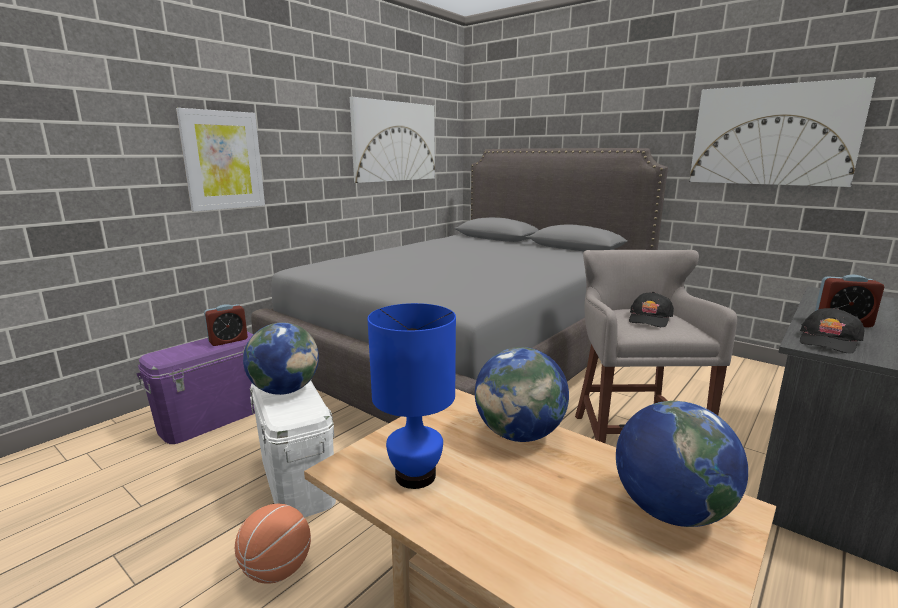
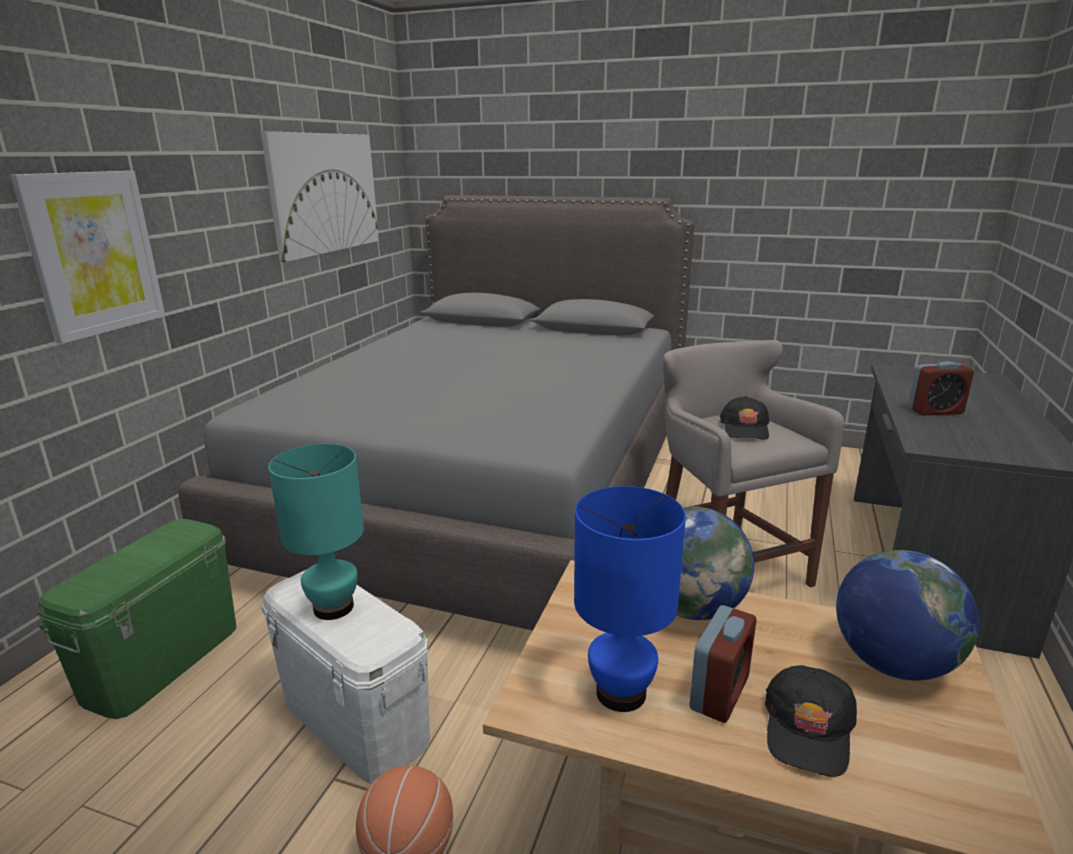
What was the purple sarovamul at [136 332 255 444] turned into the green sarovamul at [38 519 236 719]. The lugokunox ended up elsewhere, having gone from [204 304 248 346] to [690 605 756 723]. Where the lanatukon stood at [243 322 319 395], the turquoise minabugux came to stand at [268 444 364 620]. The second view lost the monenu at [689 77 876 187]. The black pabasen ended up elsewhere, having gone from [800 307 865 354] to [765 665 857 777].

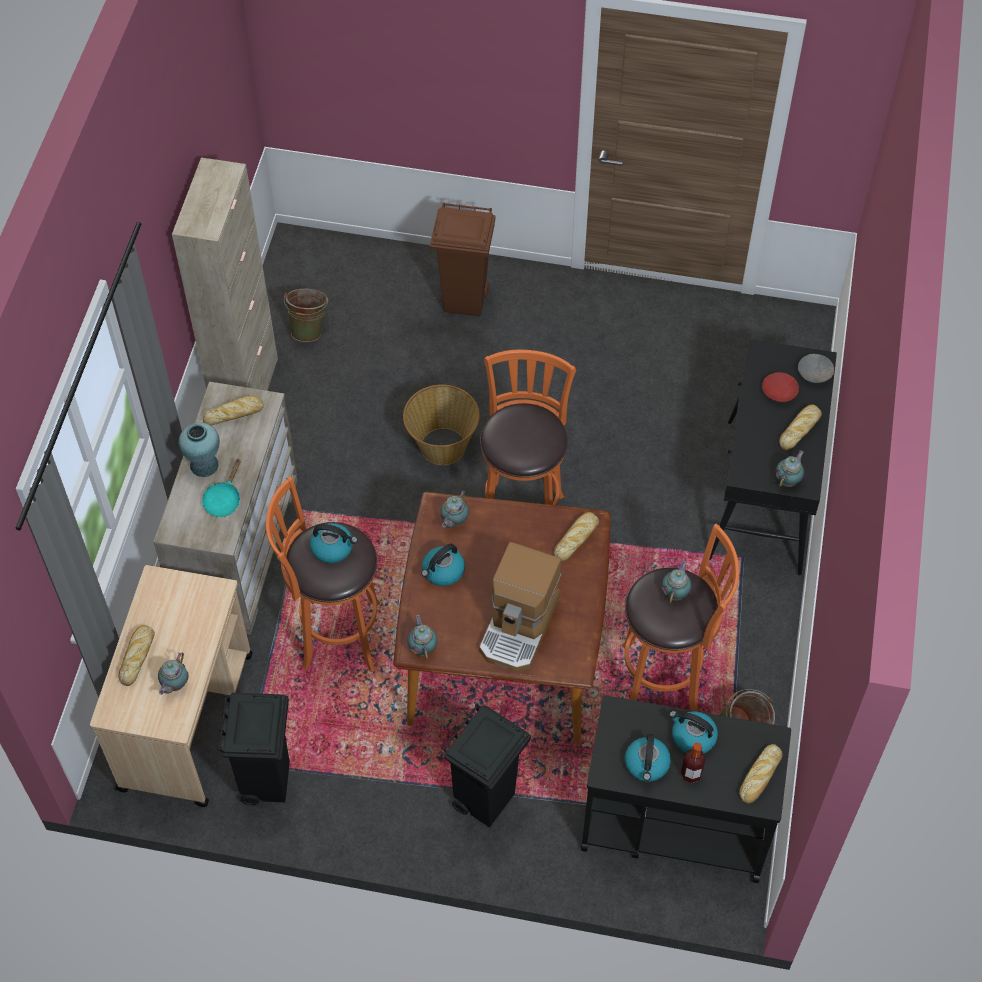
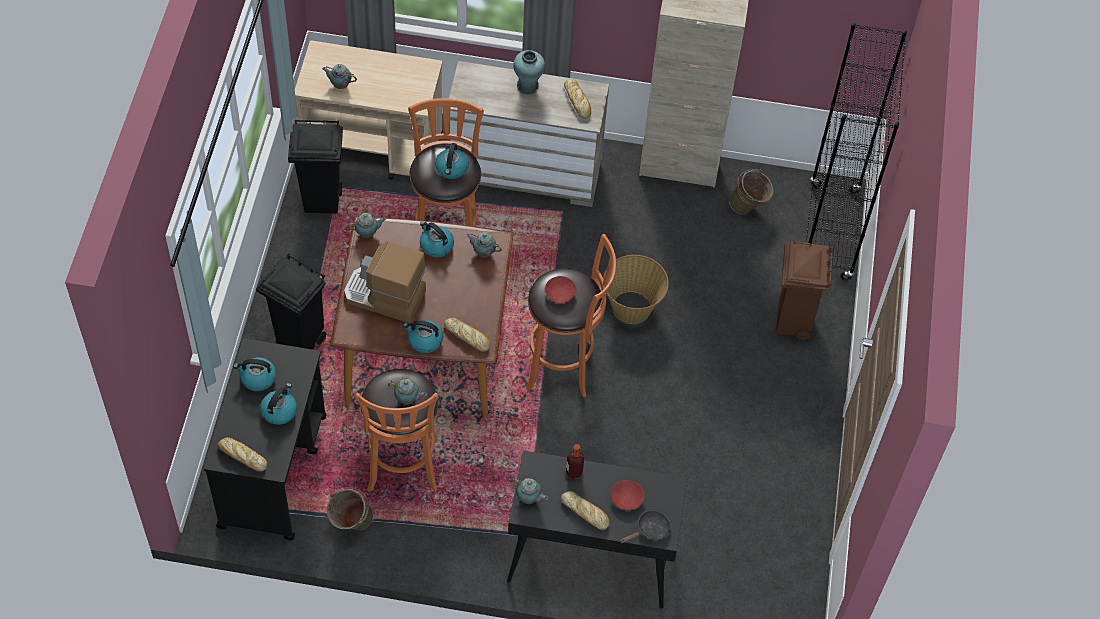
The second view lost the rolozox at [118 625 155 686]. The second view lost the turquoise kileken at [202 458 241 517]. The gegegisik ended up elsewhere, having gone from [681 742 706 783] to [566 444 584 479]. Where the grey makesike stood at [798 354 834 383], the black kileken came to stand at [620 511 671 543]. The second view gained the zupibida at [403 320 443 353]. The second view gained the red makesike at [545 276 577 303]. The second view gained the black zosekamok at [806 23 907 280].

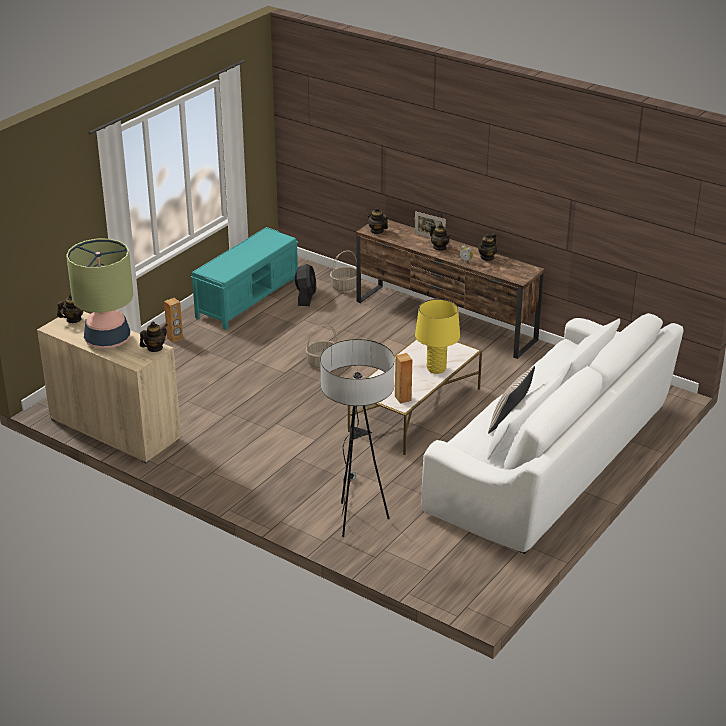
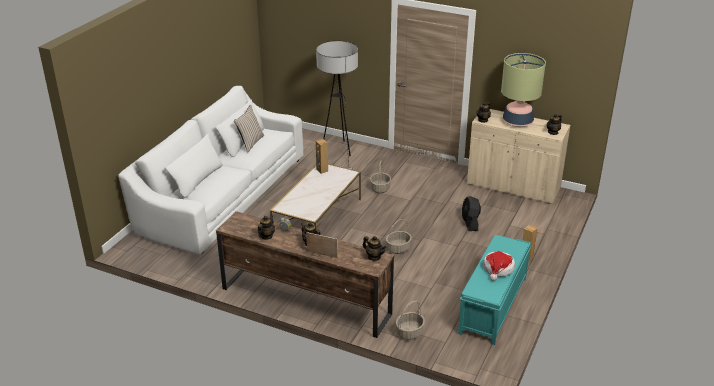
The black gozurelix ended up elsewhere, having gone from [295 264 316 306] to [462 196 481 231]. The second view lost the yellow minabugux at [415 299 460 374]. The second view gained the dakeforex at [370 160 391 193]. The second view gained the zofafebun at [483 251 515 281].

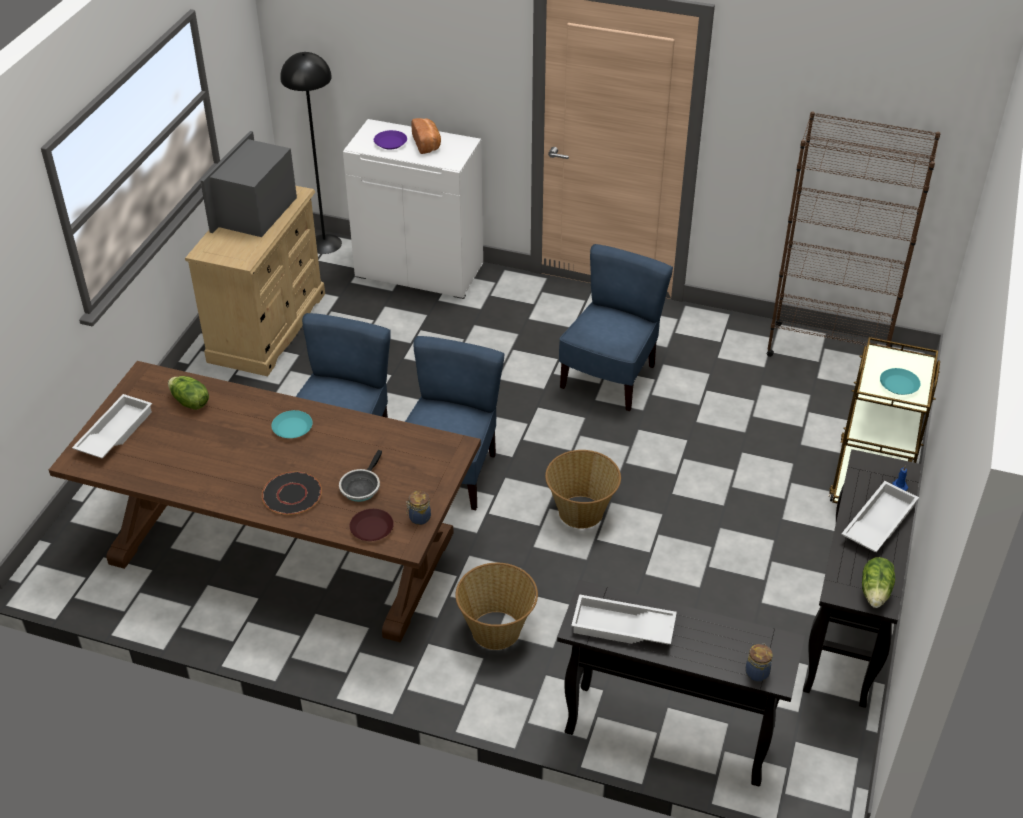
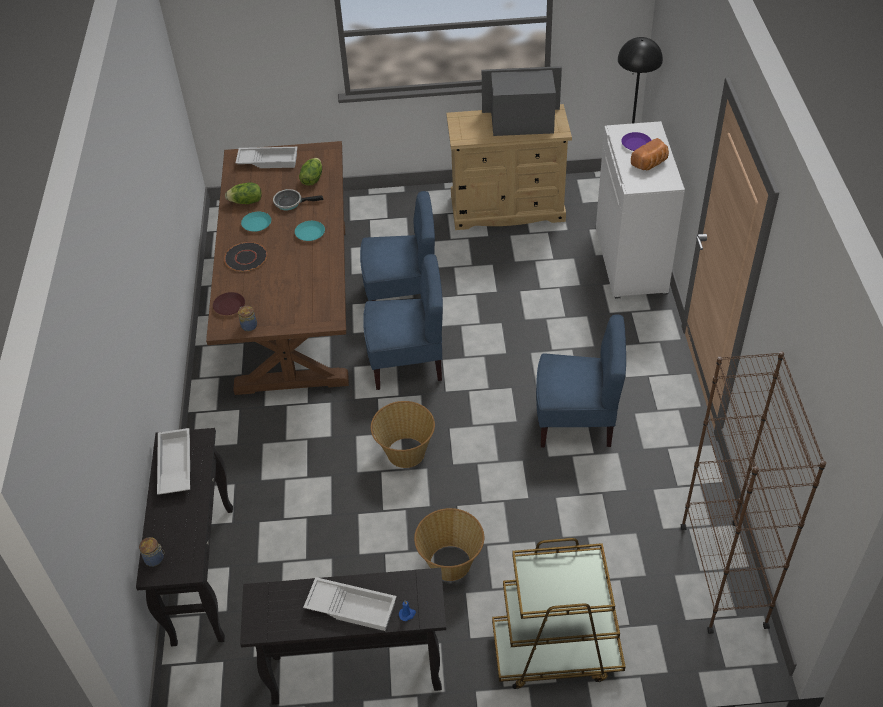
The kileken ended up elsewhere, having gone from [339 450 382 502] to [273 189 324 210]. The dakeforex ended up elsewhere, having gone from [456 563 538 650] to [414 508 484 581]. The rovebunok ended up elsewhere, having gone from [862 557 895 608] to [225 182 262 204]. The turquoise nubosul ended up elsewhere, having gone from [880 368 920 395] to [241 212 271 232].

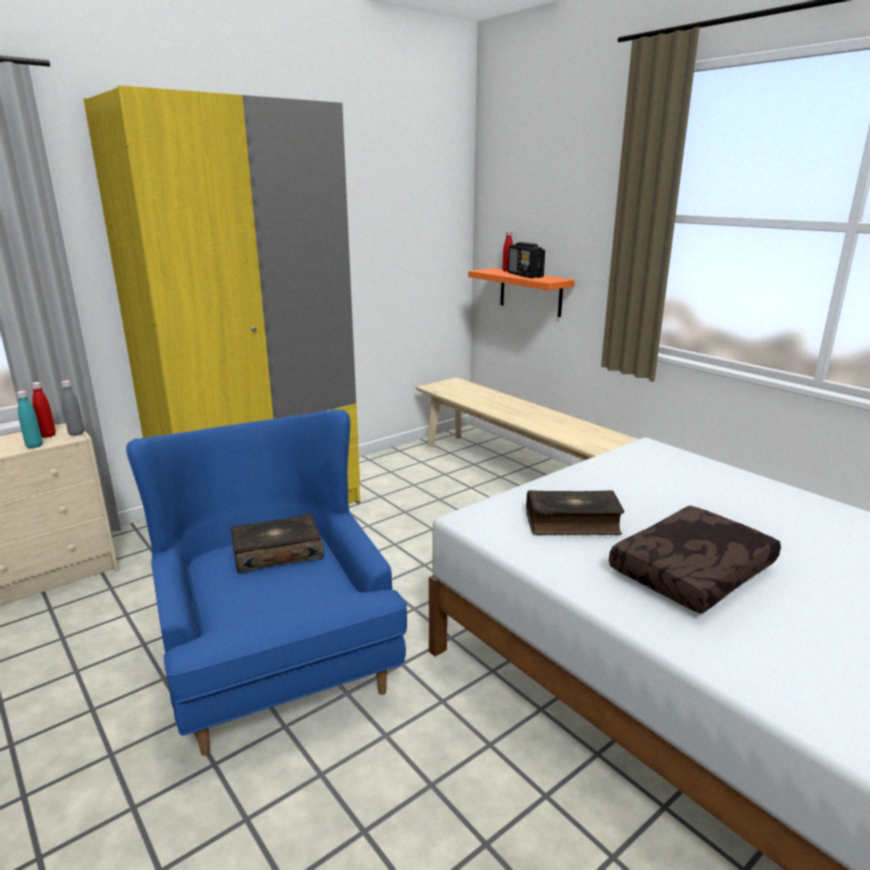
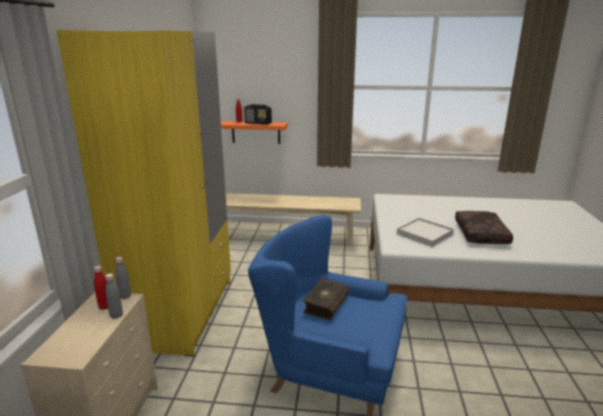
What was the turquoise gegegisik at [16 391 42 449] turned into the grey gegegisik at [105 273 123 319]. Where the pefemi stood at [526 490 624 536], the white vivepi came to stand at [397 218 454 247].

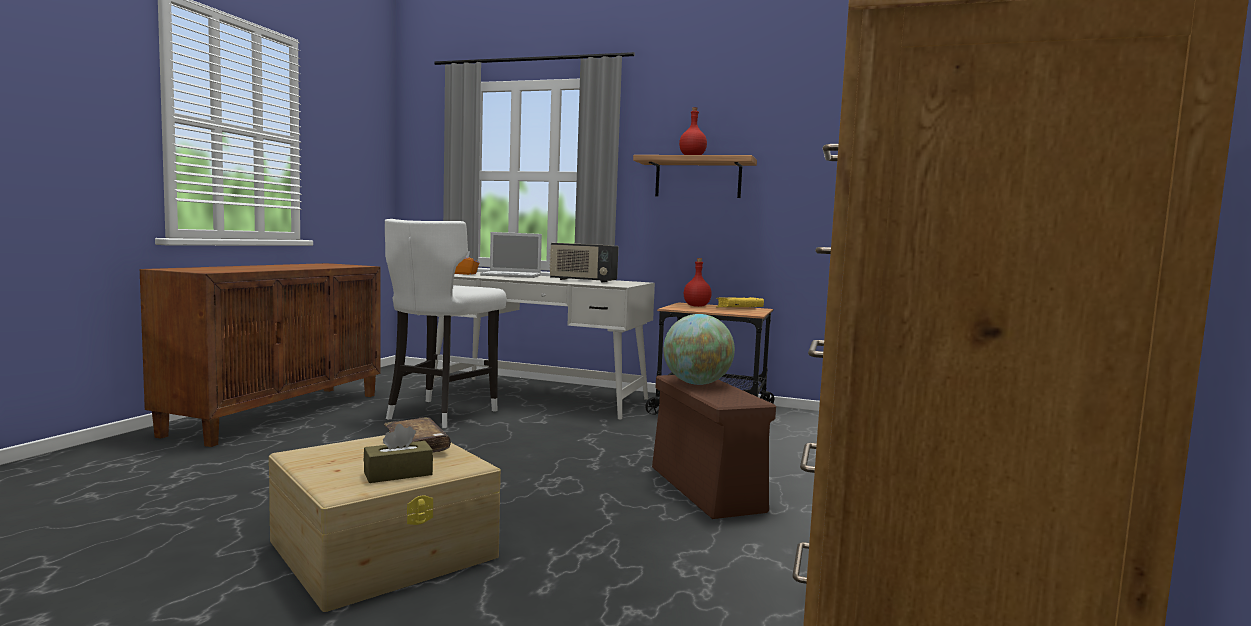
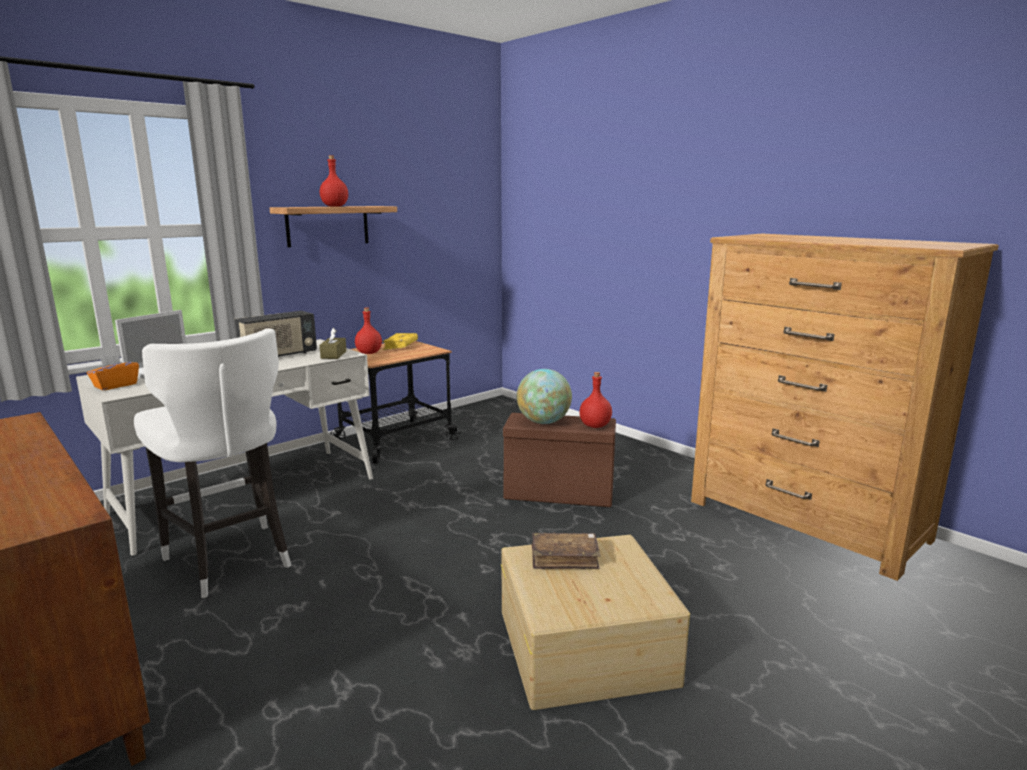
The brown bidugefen ended up elsewhere, having gone from [364 424 433 483] to [320 328 347 359]. The second view gained the red gegegisik at [579 372 612 428].

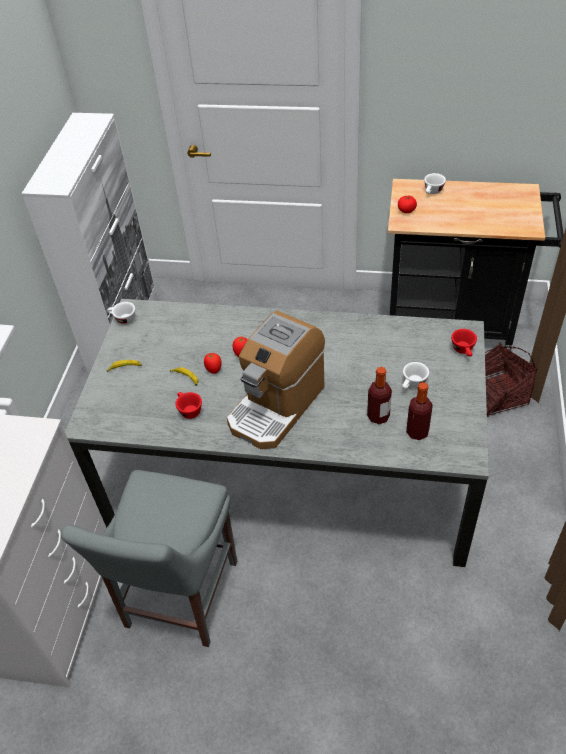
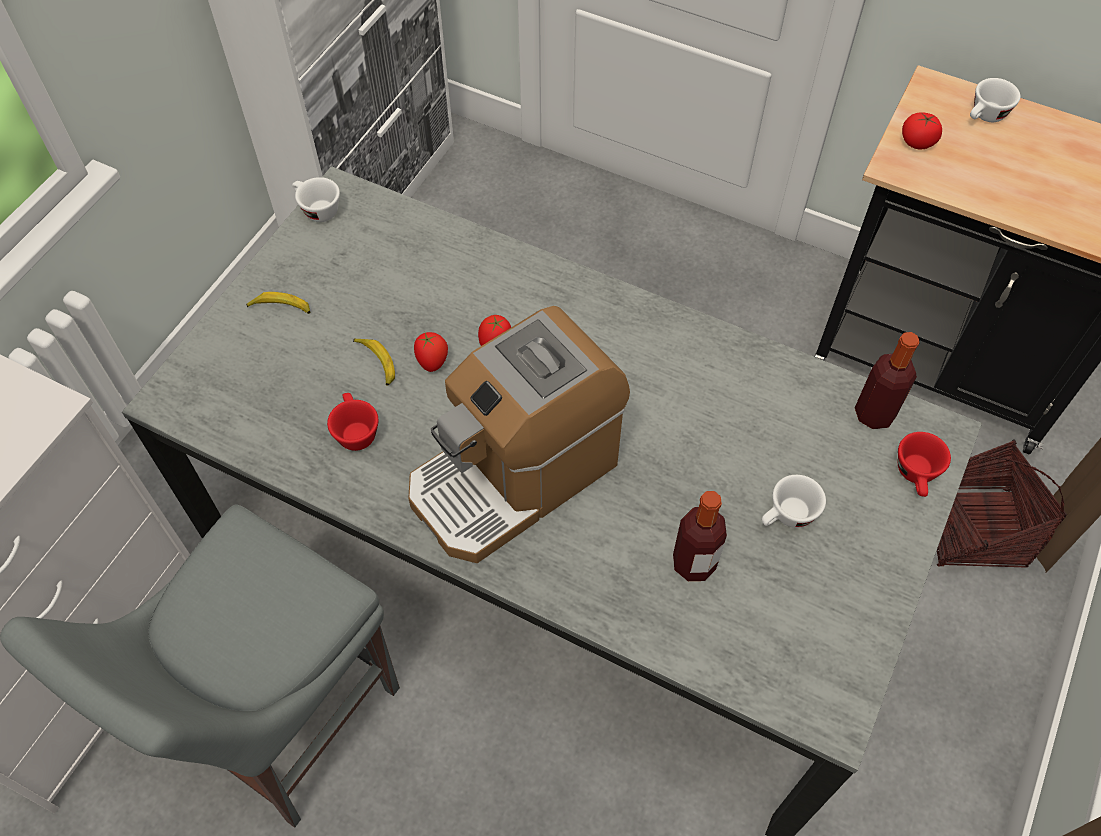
The gegegisik ended up elsewhere, having gone from [406 382 433 440] to [855 332 920 429].

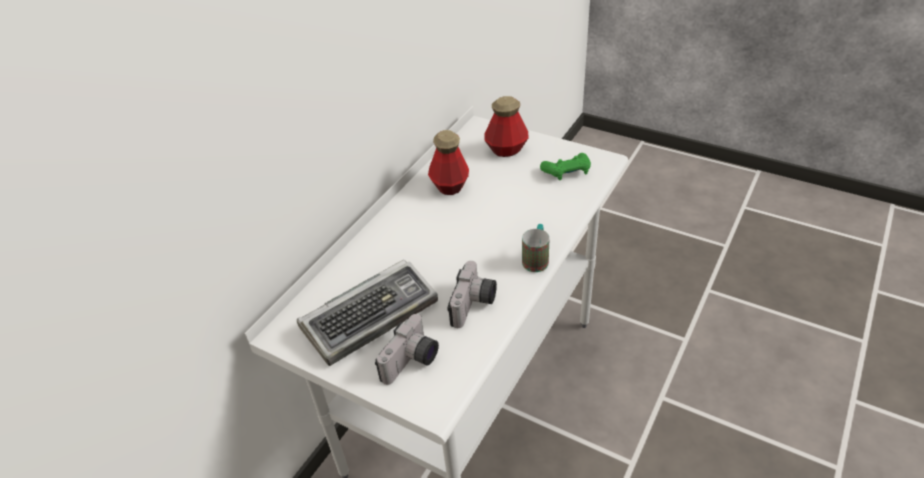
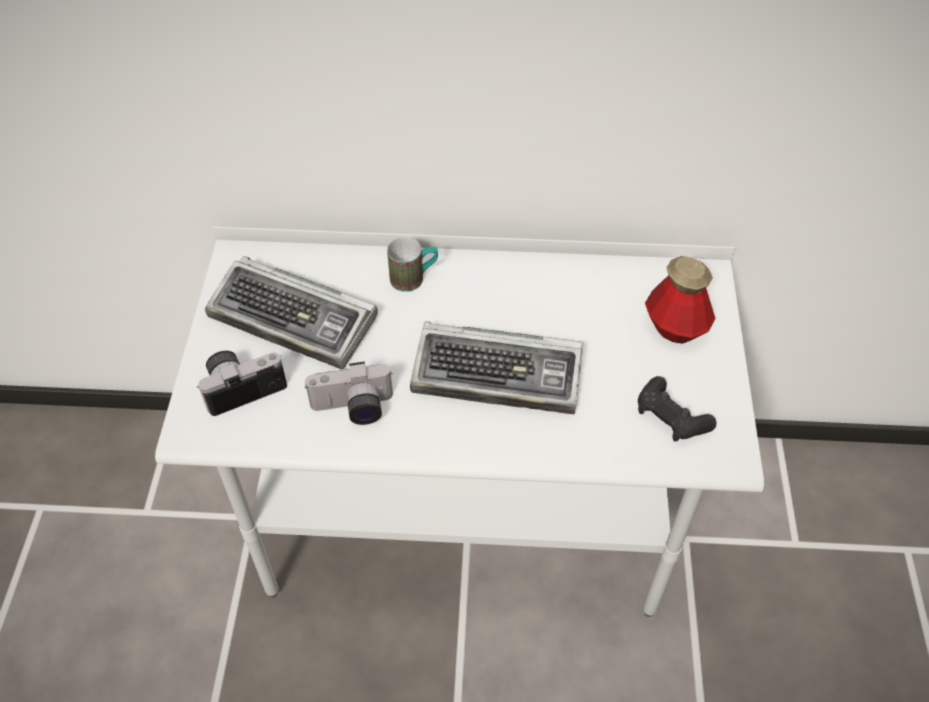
The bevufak at [375 314 439 385] ended up facing another way, 150 degrees clockwise from before. The second view lost the gegegisik at [428 130 469 195]. The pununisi ended up elsewhere, having gone from [522 224 550 272] to [387 237 438 292]. What was the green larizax at [540 153 591 180] turned into the black larizax at [638 376 717 442]. The second view gained the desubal at [410 321 583 414].

